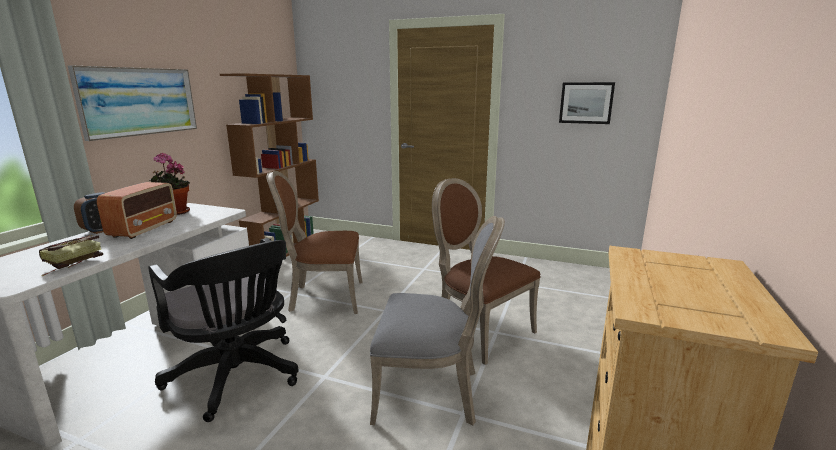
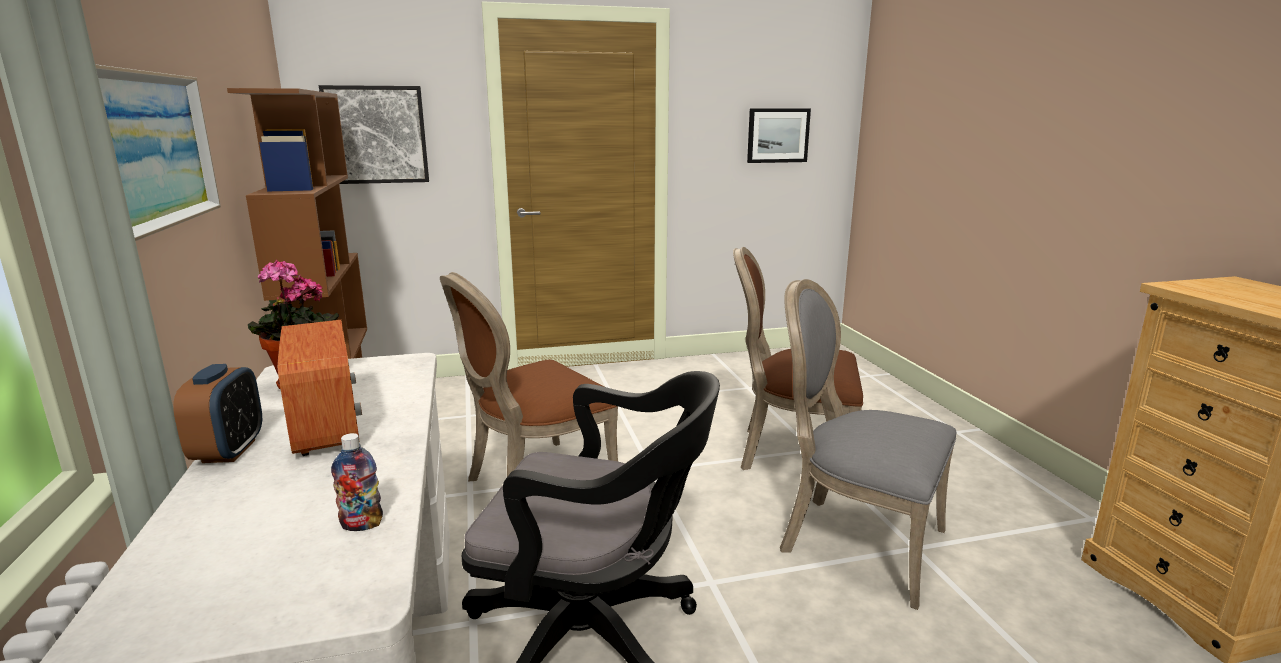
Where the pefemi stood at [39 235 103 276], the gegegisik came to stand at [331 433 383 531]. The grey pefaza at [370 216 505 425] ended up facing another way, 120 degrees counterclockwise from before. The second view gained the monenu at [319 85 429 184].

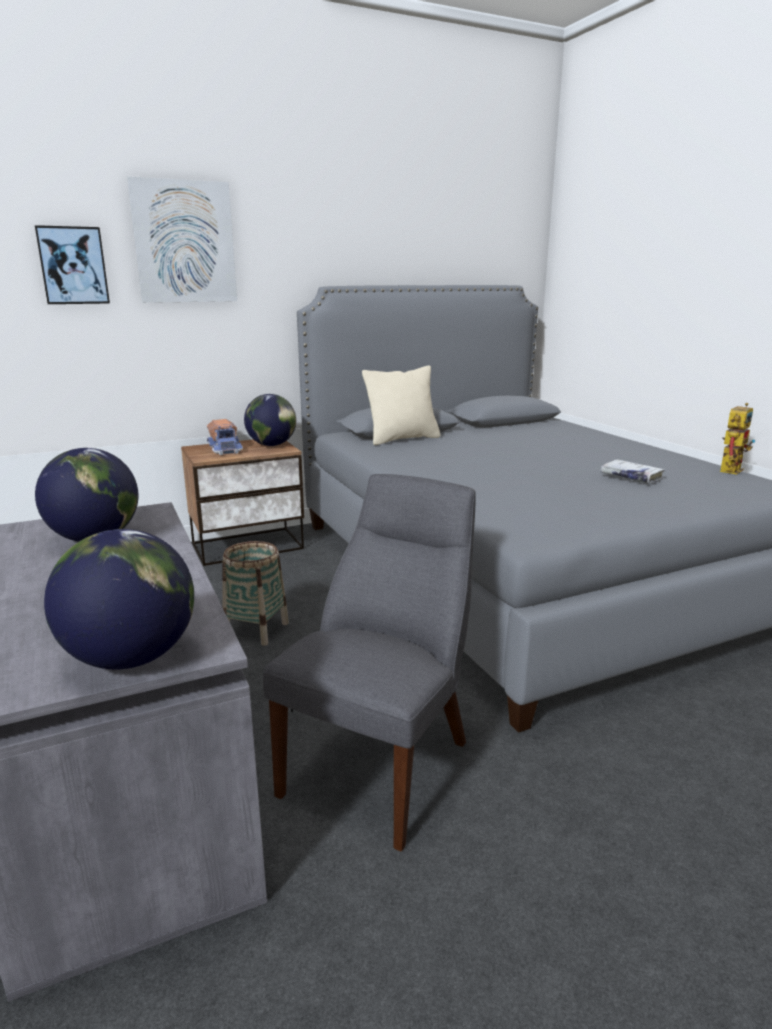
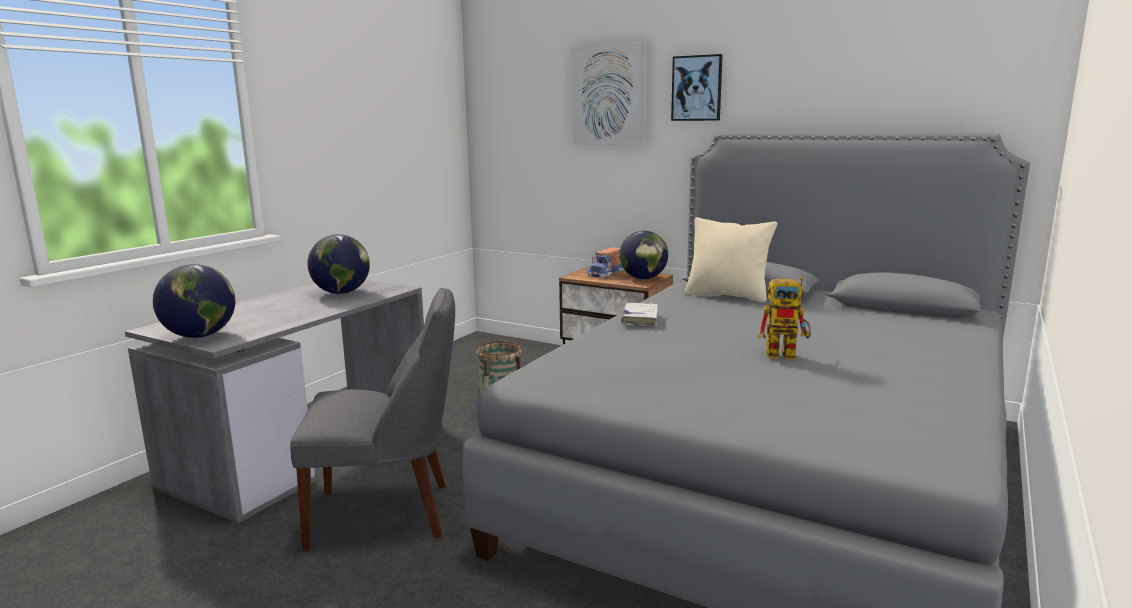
The monenu ended up elsewhere, having gone from [35 225 110 304] to [671 54 723 121]. The white pefemi ended up elsewhere, having gone from [600 459 665 484] to [621 303 658 328]. The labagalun ended up elsewhere, having gone from [720 403 755 475] to [758 277 811 359].

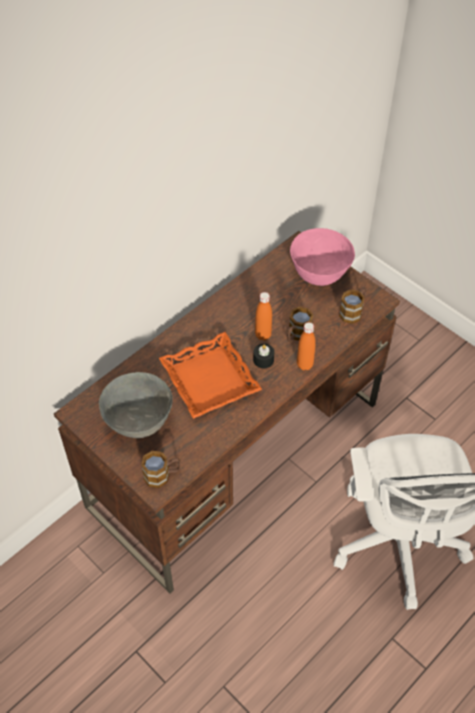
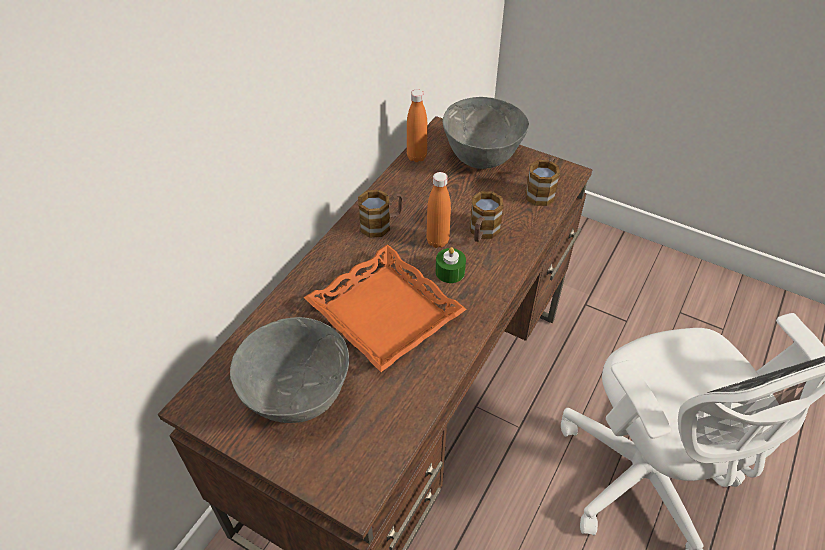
The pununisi ended up elsewhere, having gone from [141 451 180 488] to [358 190 403 238]. What was the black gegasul at [253 343 274 368] turned into the green gegasul at [436 247 466 283]. What was the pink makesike at [290 228 355 286] turned into the grey makesike at [443 97 529 169]. The orange gegegisik ended up elsewhere, having gone from [297 322 316 370] to [407 89 428 162].

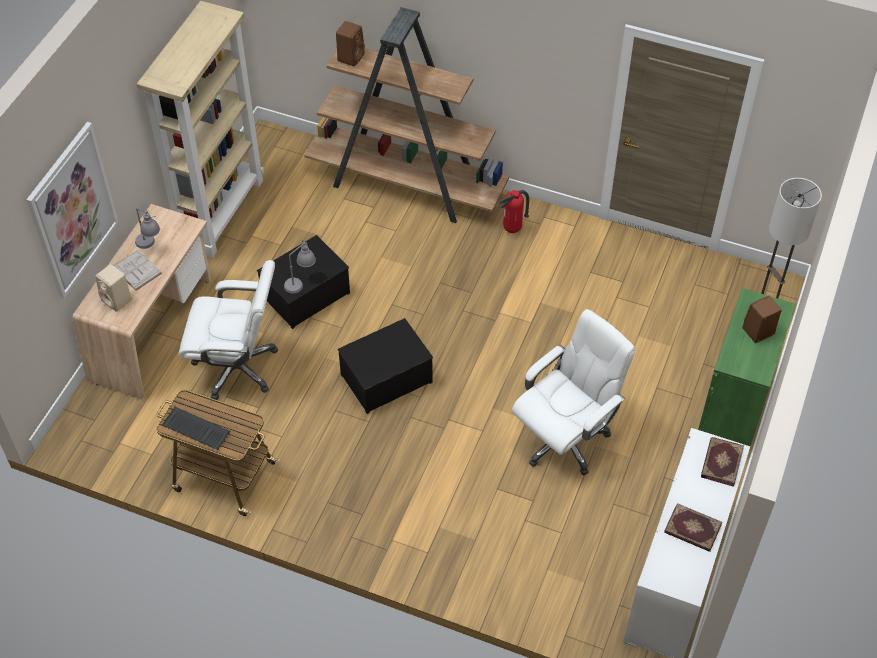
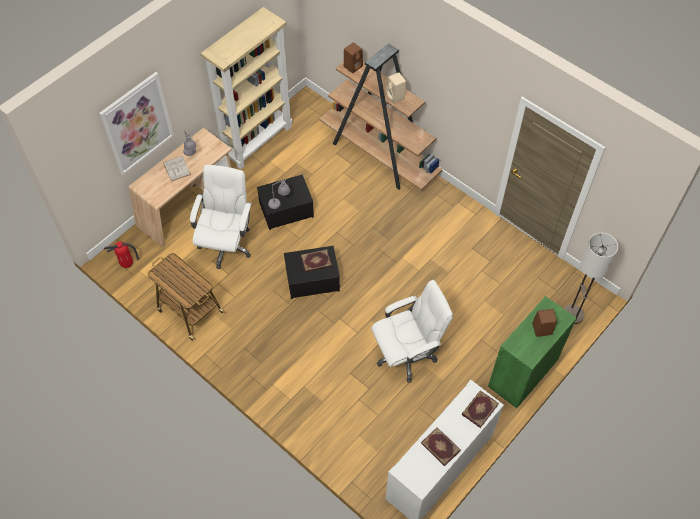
The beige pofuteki ended up elsewhere, having gone from [95 264 132 312] to [386 72 406 103]. The second view lost the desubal at [162 407 230 450]. The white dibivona at [179 260 278 400] ended up facing another way, 105 degrees counterclockwise from before. The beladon ended up elsewhere, having gone from [499 190 529 233] to [104 242 140 268]. The second view gained the pefemi at [301 249 332 272].

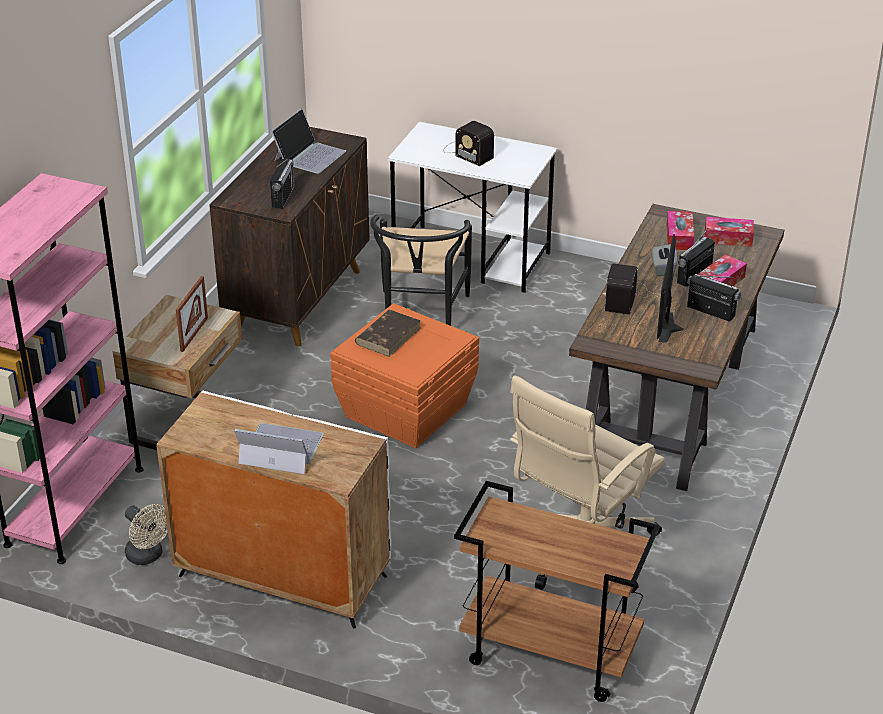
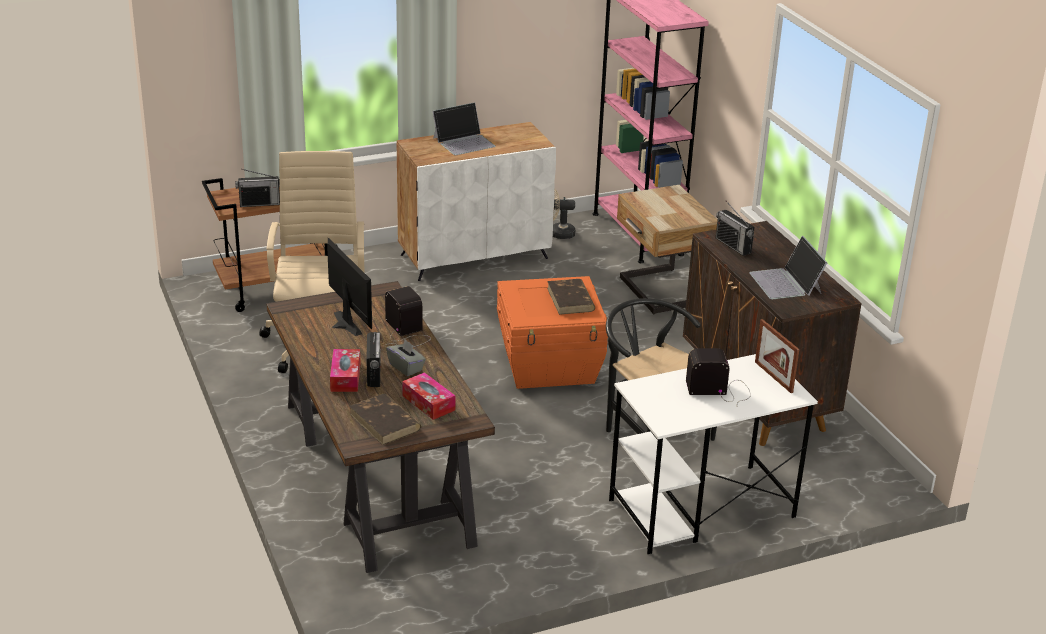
The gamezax ended up elsewhere, having gone from [176 276 208 352] to [755 319 800 393]. The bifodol ended up elsewhere, having gone from [687 274 741 321] to [235 169 280 207]. Where the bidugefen stood at [705 217 754 247], the brown pefemi came to stand at [350 393 421 445].

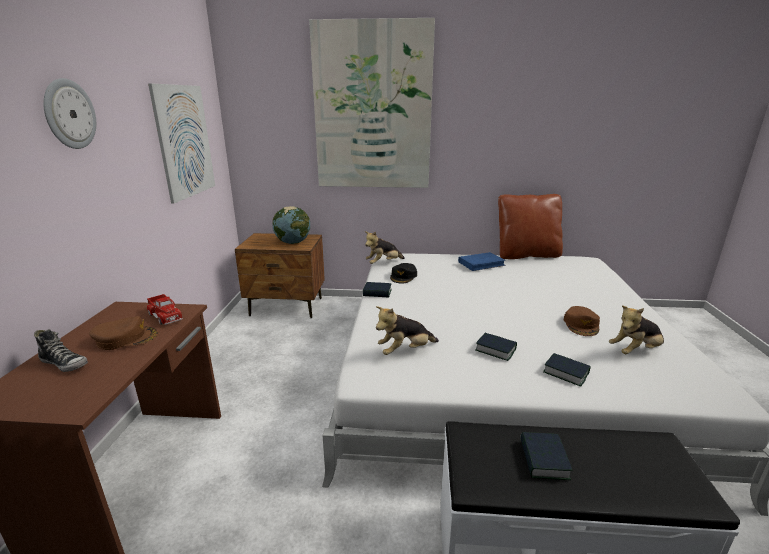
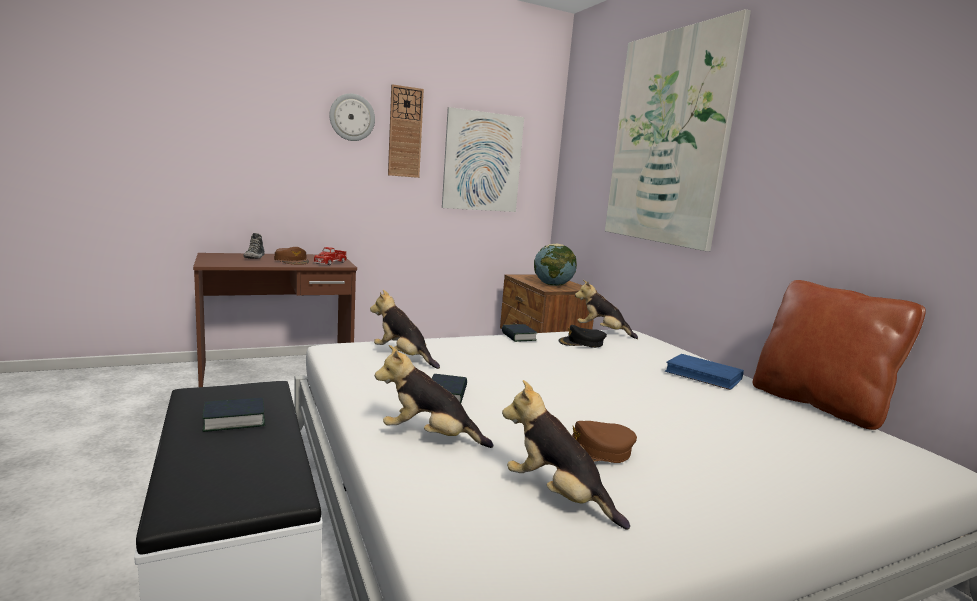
Where the pefemi stood at [543 353 591 387], the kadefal came to stand at [375 345 493 448]. The second view gained the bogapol at [388 84 424 178].

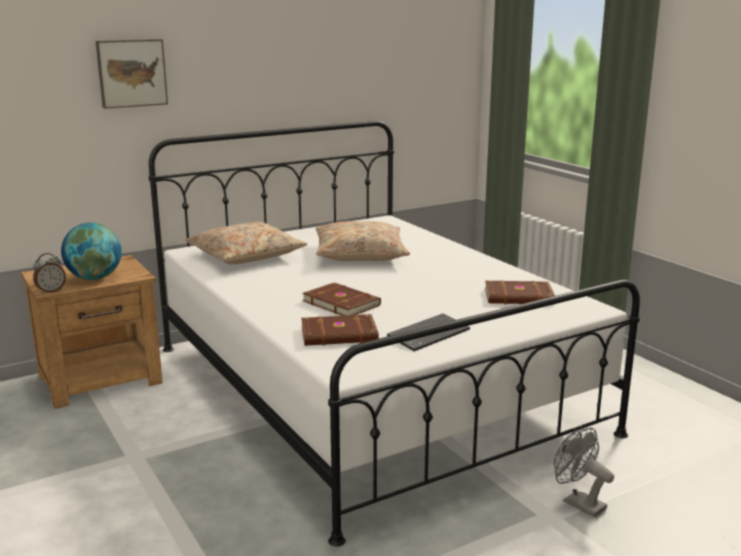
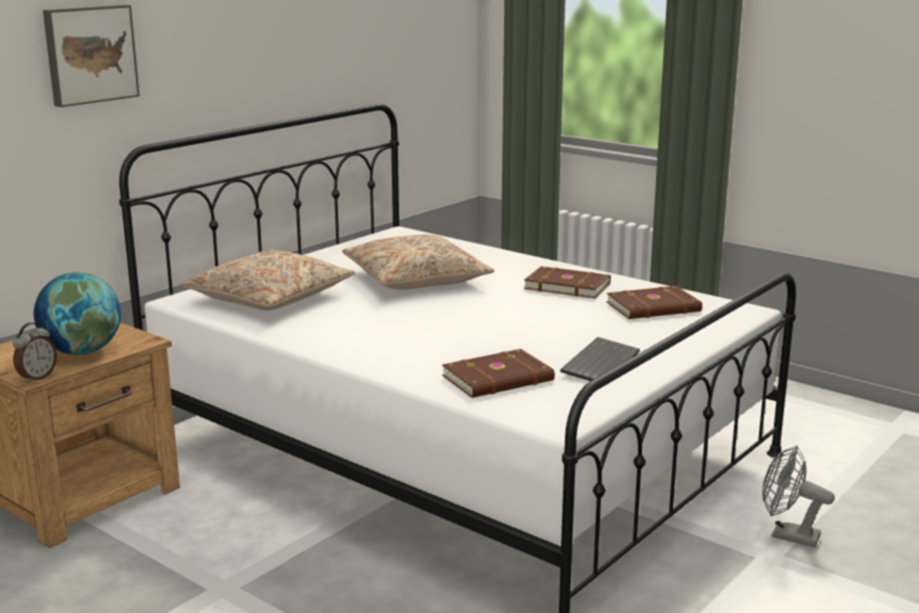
The brown pefemi ended up elsewhere, having gone from [302 282 381 316] to [524 266 611 299].

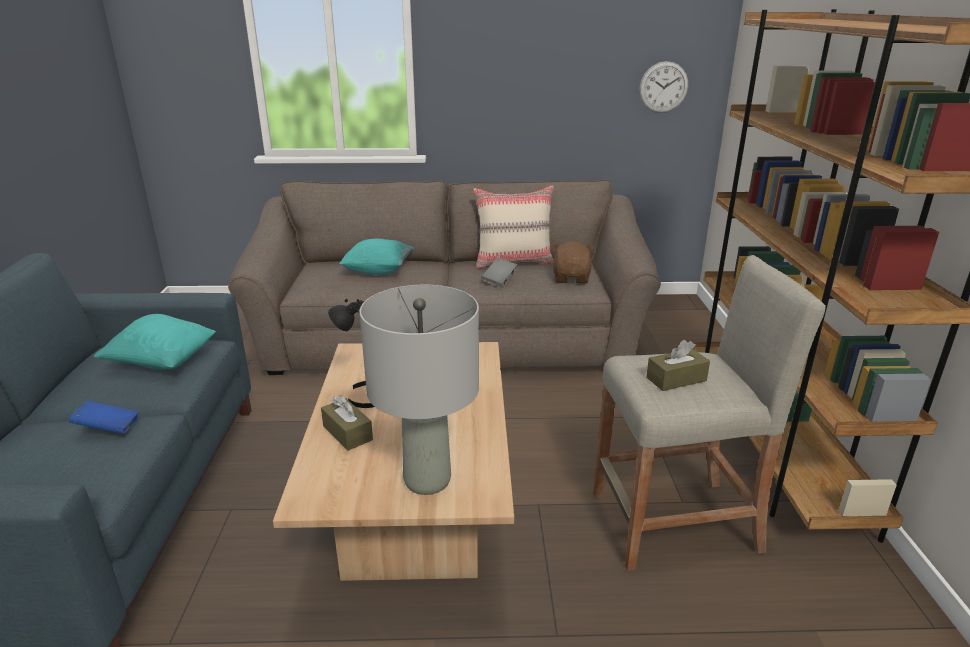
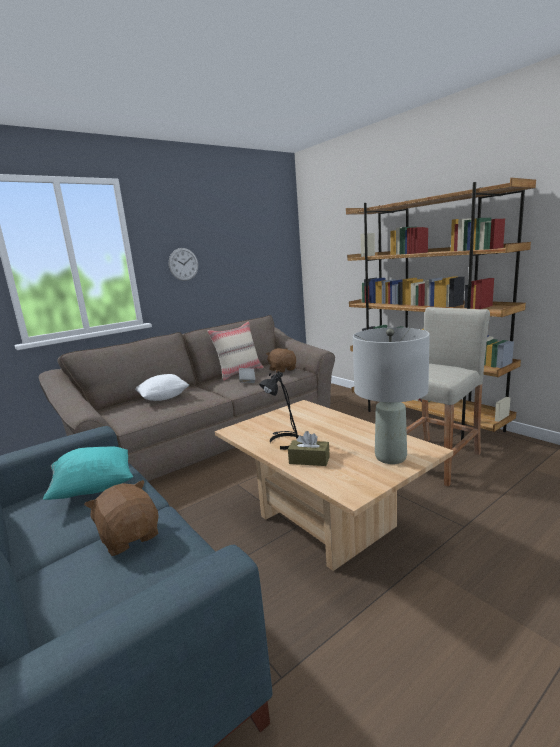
Where the blue pefemi stood at [69 401 139 434], the brown kadefal came to stand at [84 480 158 556]. What was the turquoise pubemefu at [339 238 415 275] turned into the white pubemefu at [135 374 189 401]. The bogapol ended up elsewhere, having gone from [639 61 688 113] to [168 248 198 281]. The second view lost the brown bidugefen at [646 340 710 391].

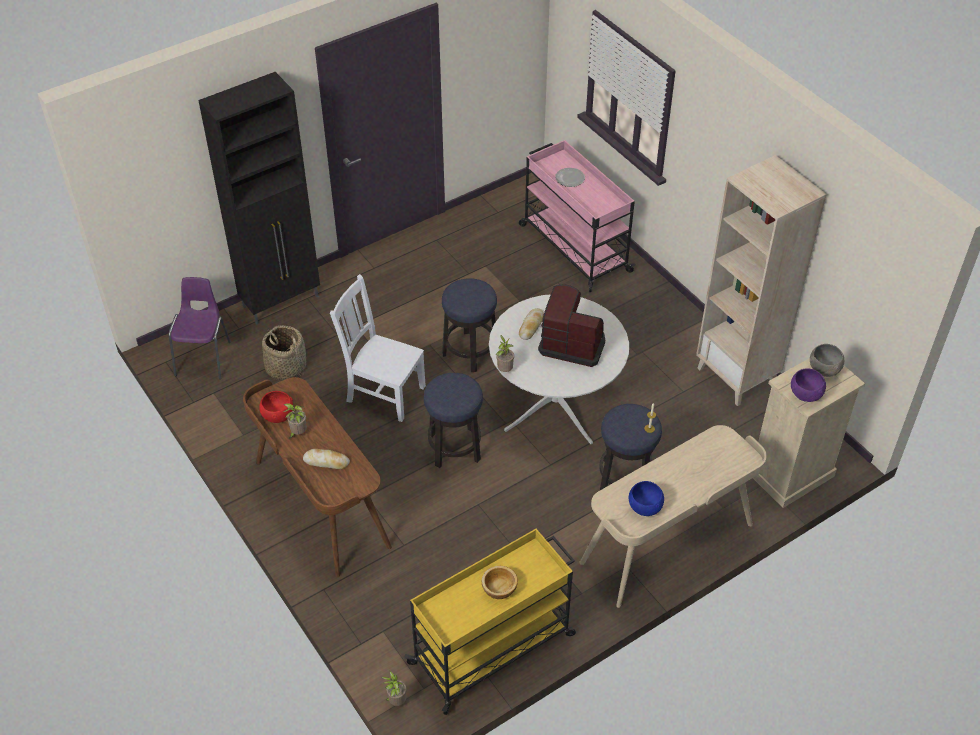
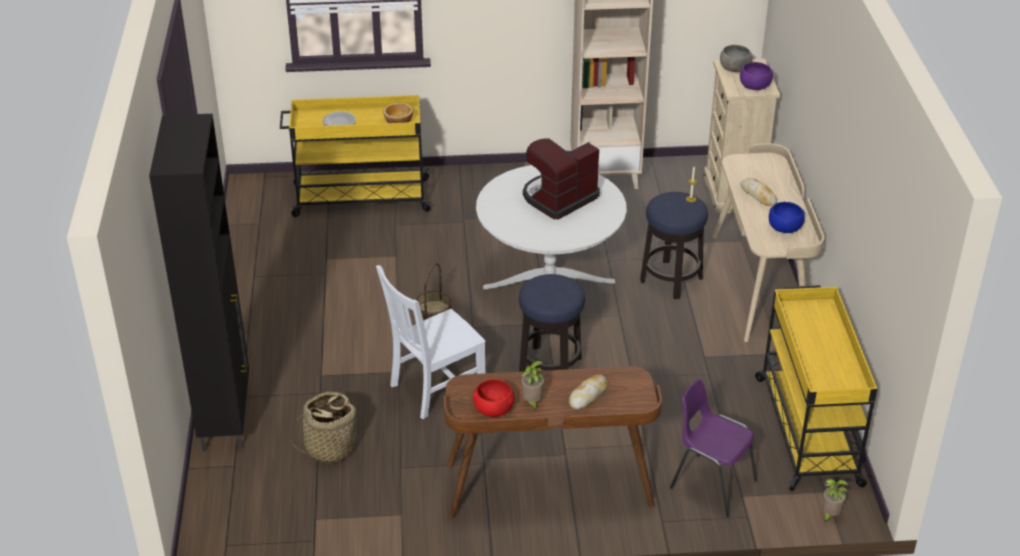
The purple pefaza ended up elsewhere, having gone from [169 277 231 379] to [670 379 757 517]. Where the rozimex stood at [442 278 497 372], the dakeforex came to stand at [416 263 452 321]. The makesike ended up elsewhere, having gone from [482 566 518 599] to [383 103 413 123]. The second view lost the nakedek at [496 335 514 372]. What was the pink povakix at [519 140 636 292] turned into the yellow povakix at [280 95 432 217]. The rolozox ended up elsewhere, having gone from [519 308 544 340] to [741 178 777 206].

